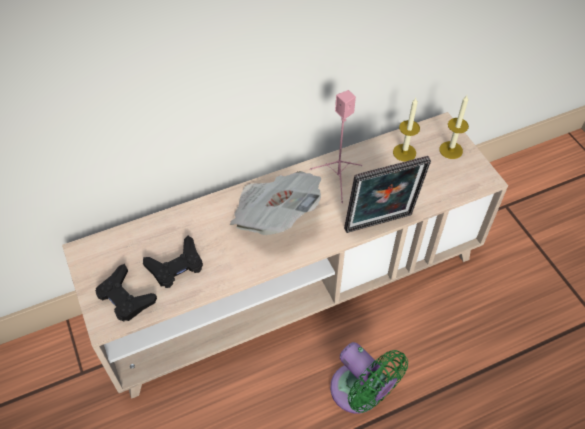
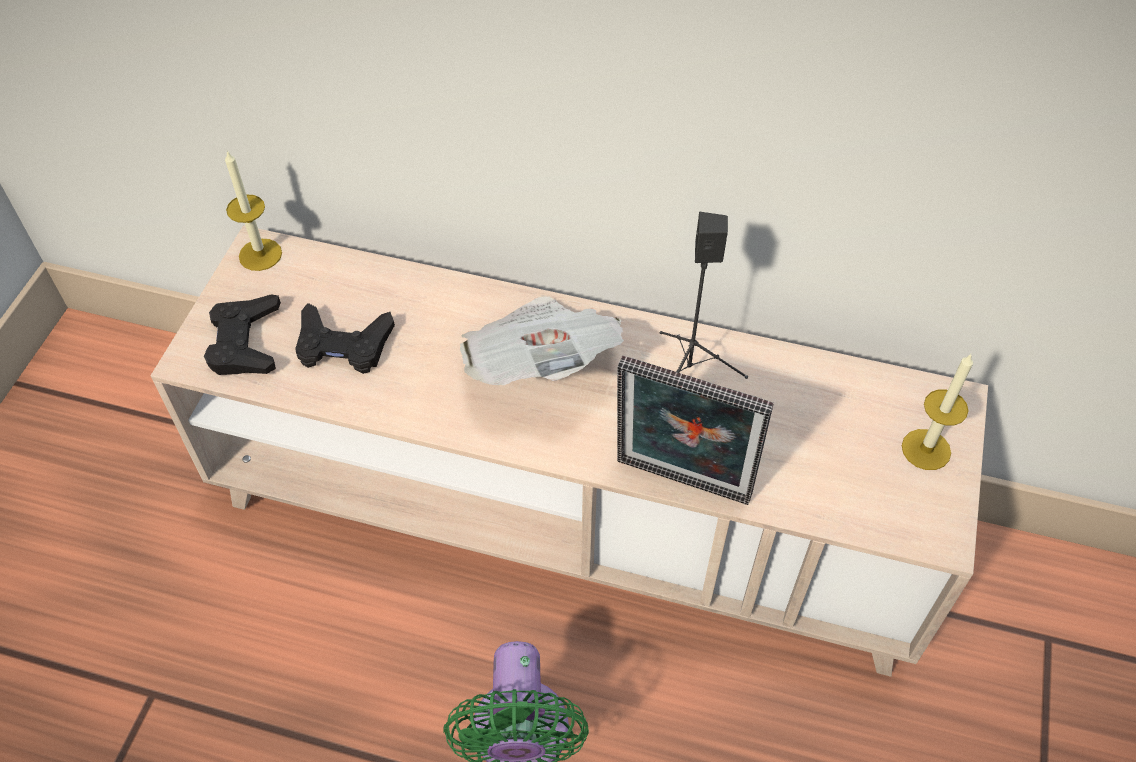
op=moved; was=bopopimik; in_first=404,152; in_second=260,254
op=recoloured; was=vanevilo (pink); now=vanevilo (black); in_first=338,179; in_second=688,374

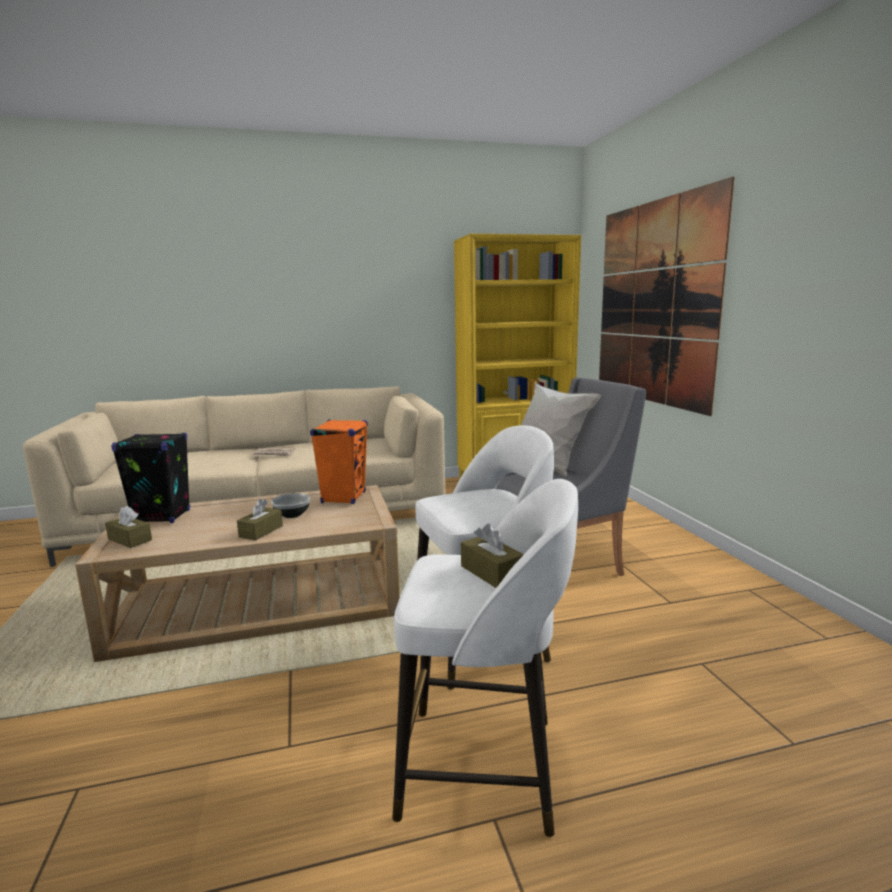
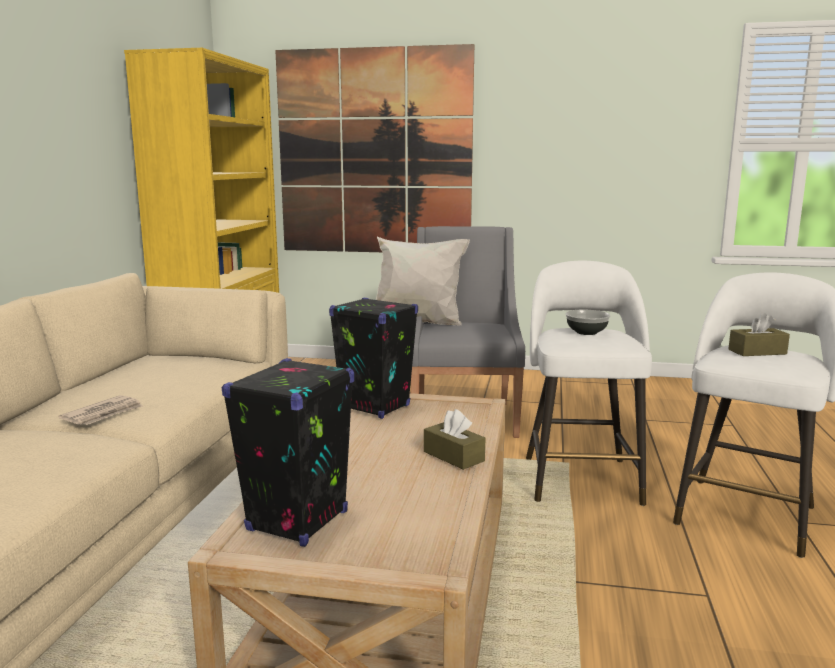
op=removed; was=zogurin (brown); in_first=130,540
op=moved; was=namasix; in_first=292,514; in_second=586,332
op=recoloured; was=vanevilo (orange); now=vanevilo (black); in_first=343,497; in_second=374,407

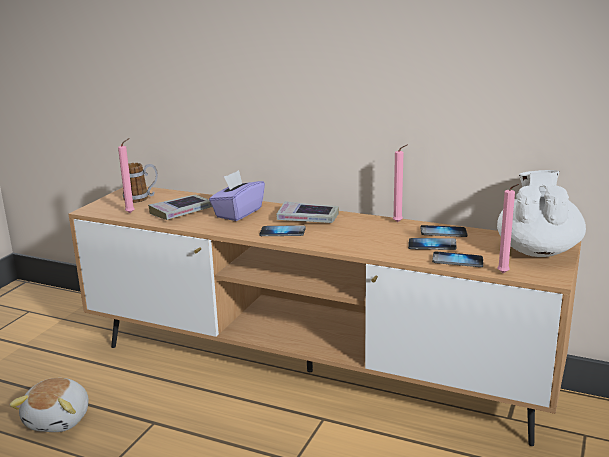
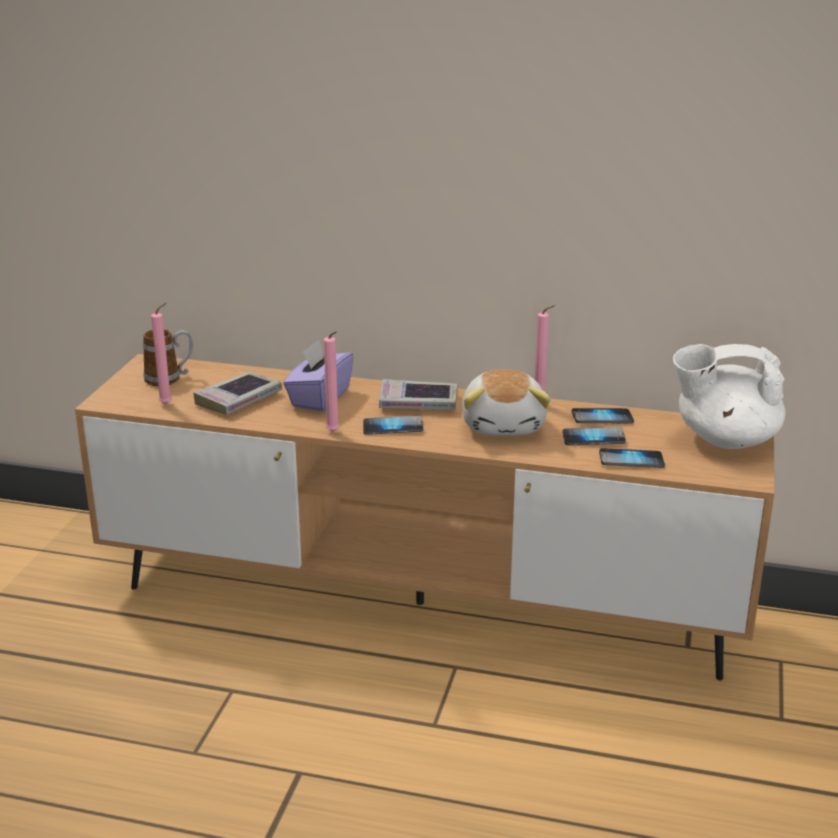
op=moved; was=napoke; in_first=59,419; in_second=504,425
op=moved; was=bopopimik (pink); in_first=504,274; in_second=334,433
op=turned; was=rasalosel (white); in_first=537,250; in_second=724,439; clockwise=-90

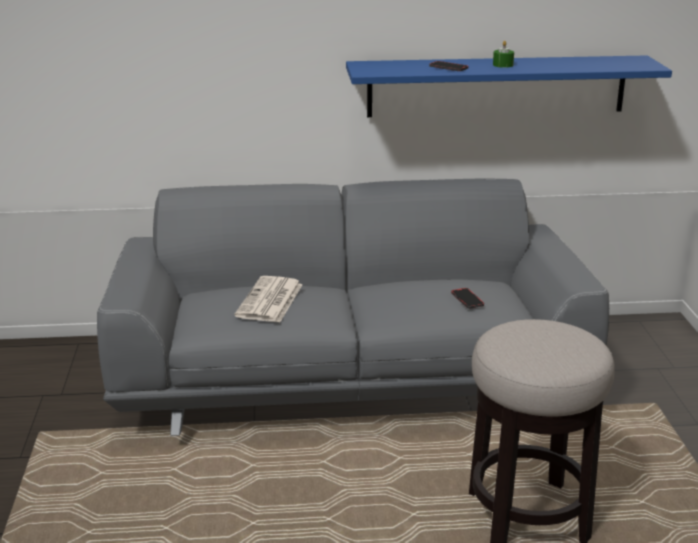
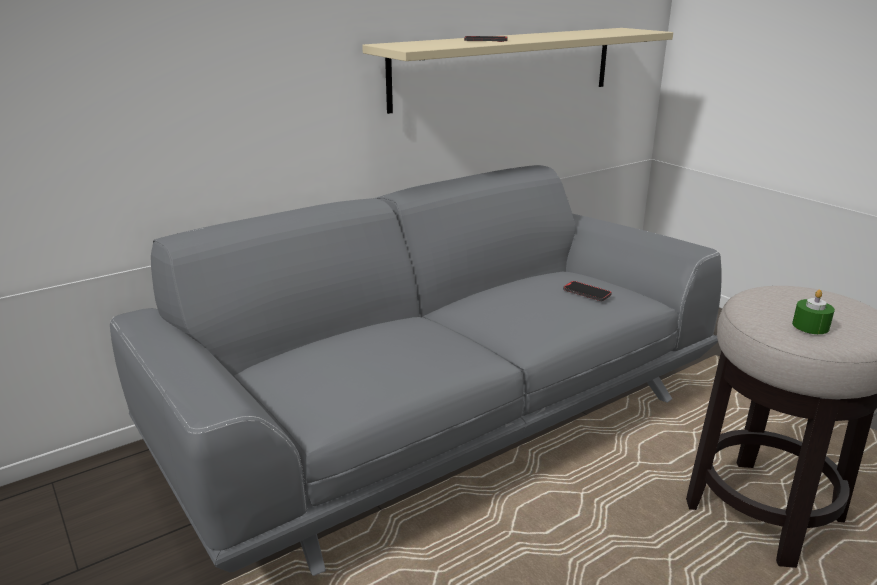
op=removed; was=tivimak; in_first=270,301
op=moved; was=bopopimik (green); in_first=503,65; in_second=810,326
op=recoloured; was=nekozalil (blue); now=nekozalil (beige); in_first=496,86; in_second=506,67

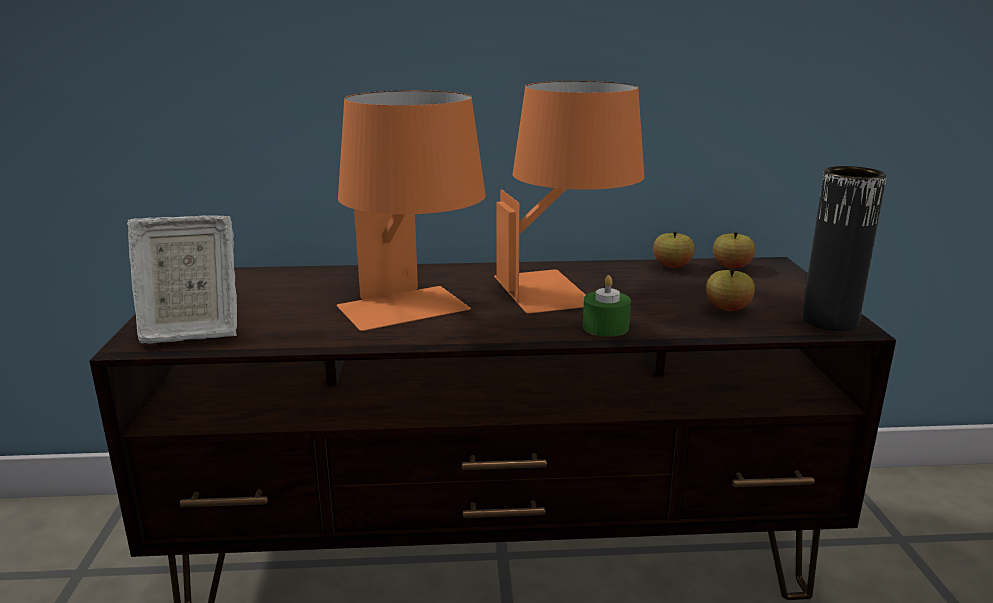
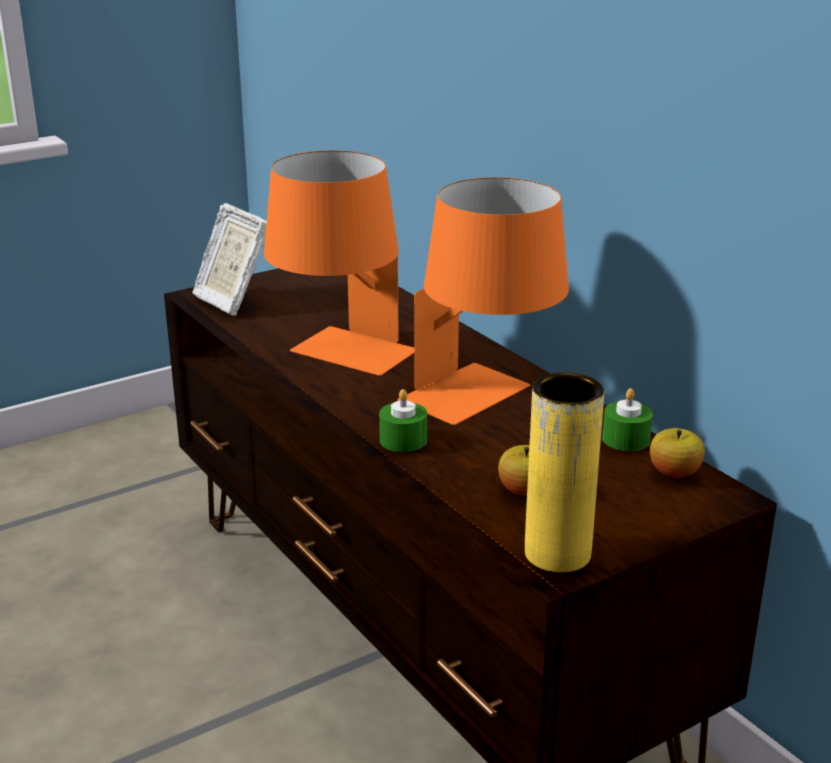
op=replaced; was=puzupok; now=bopopimik (green); in_first=672,266; in_second=626,439
op=recoloured; was=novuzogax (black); now=novuzogax (yellow); in_first=829,321; in_second=557,554

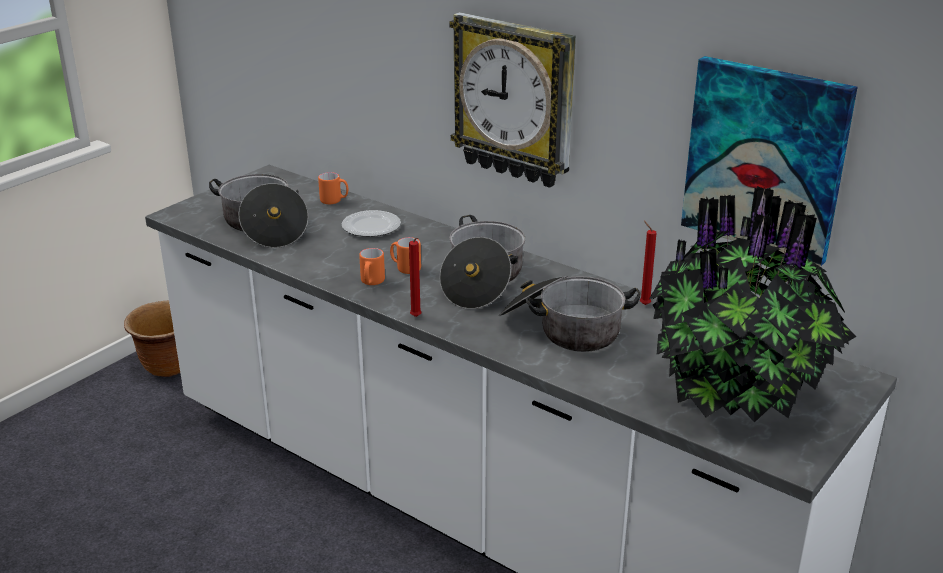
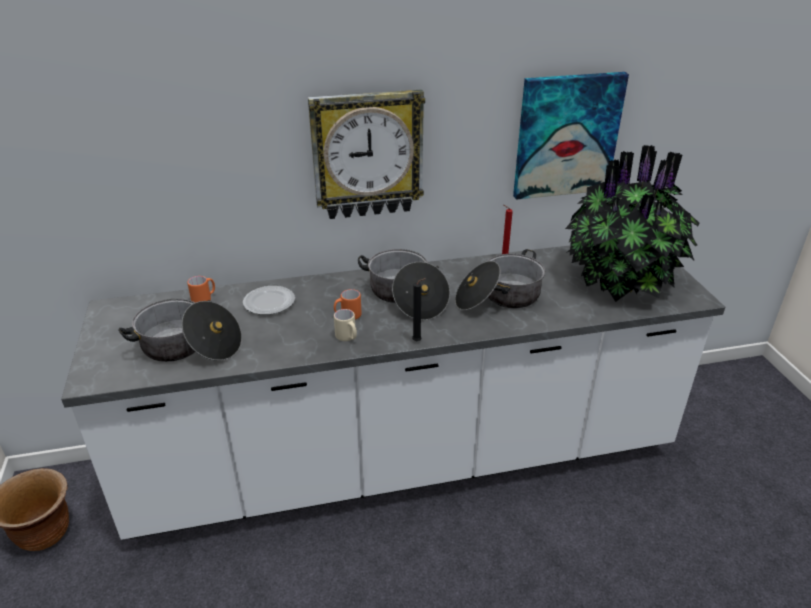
op=recoloured; was=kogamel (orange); now=kogamel (beige); in_first=371,283; in_second=347,338
op=recoloured; was=bopopimik (red); now=bopopimik (black); in_first=416,317; in_second=418,341

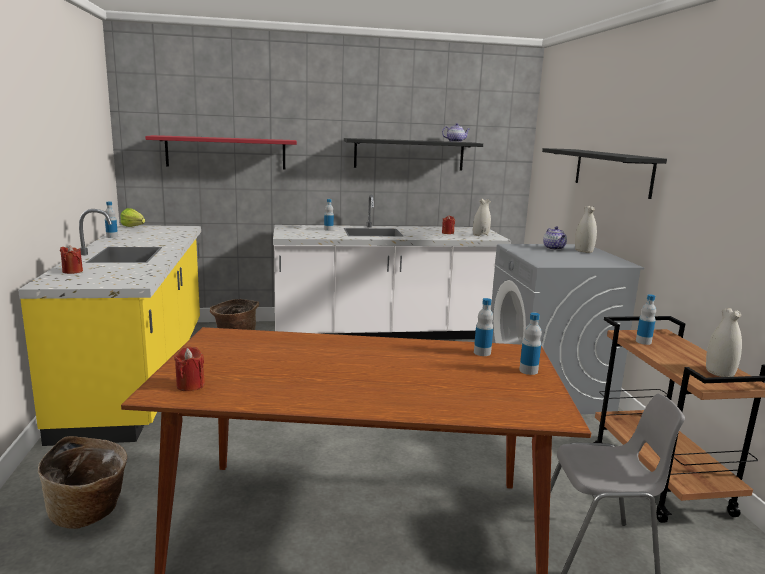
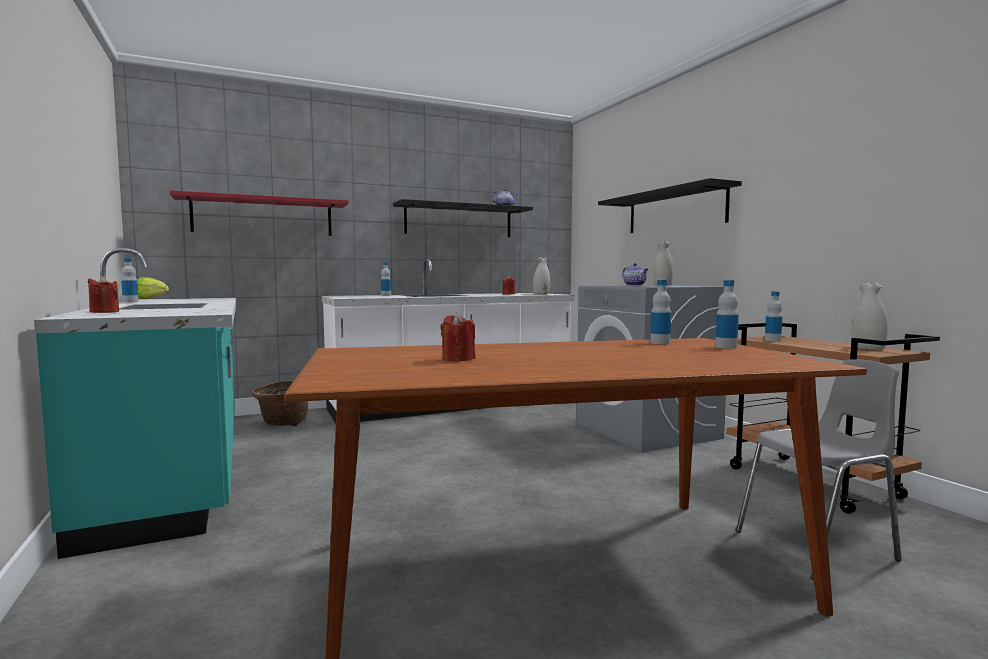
op=removed; was=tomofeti; in_first=89,512
op=moved; was=bopopimik (red); in_first=190,385; in_second=458,359
op=recoloured; was=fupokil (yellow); now=fupokil (turquoise); in_first=141,373; in_second=178,467

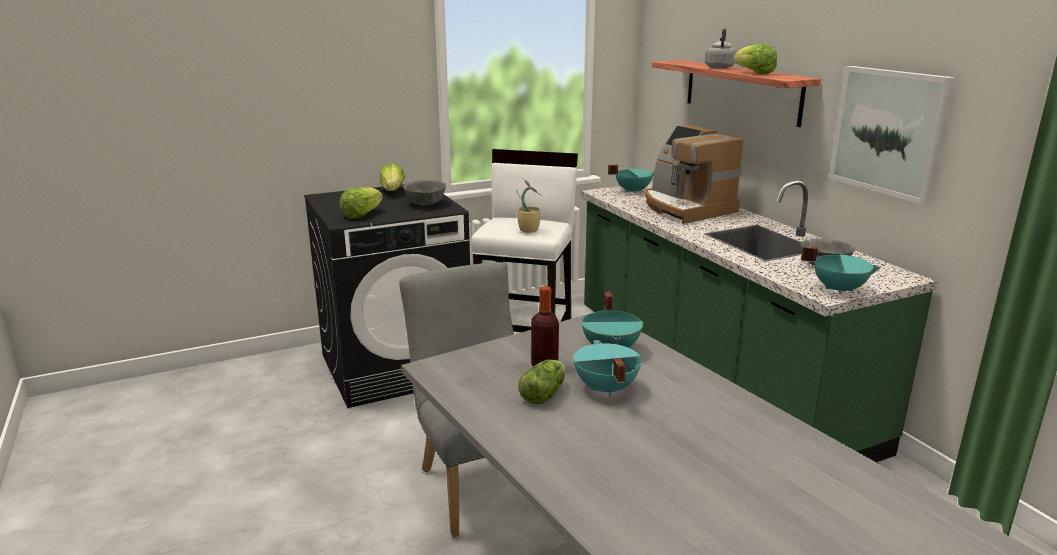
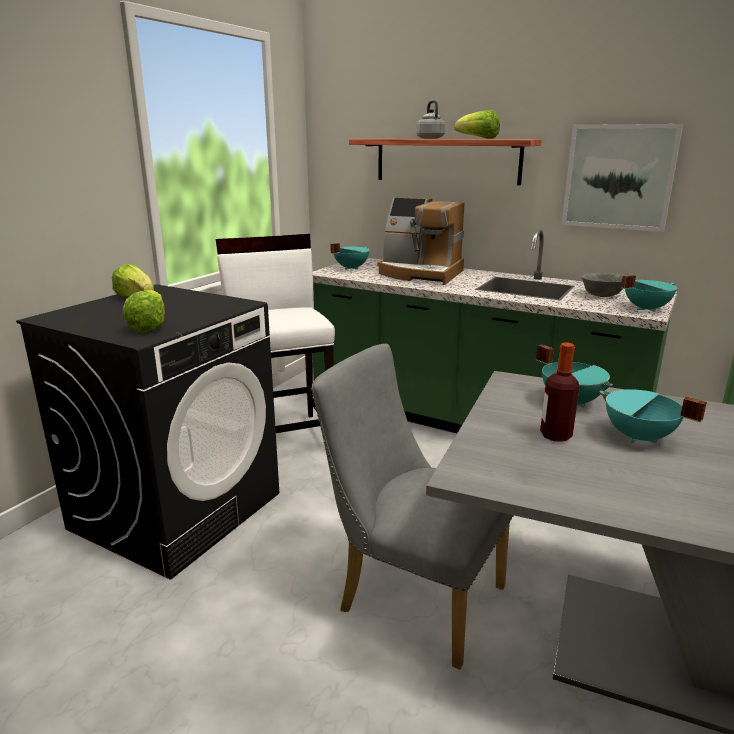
op=removed; was=namasix (grey); in_first=426,204
op=removed; was=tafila; in_first=529,230
op=removed; was=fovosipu; in_first=545,393

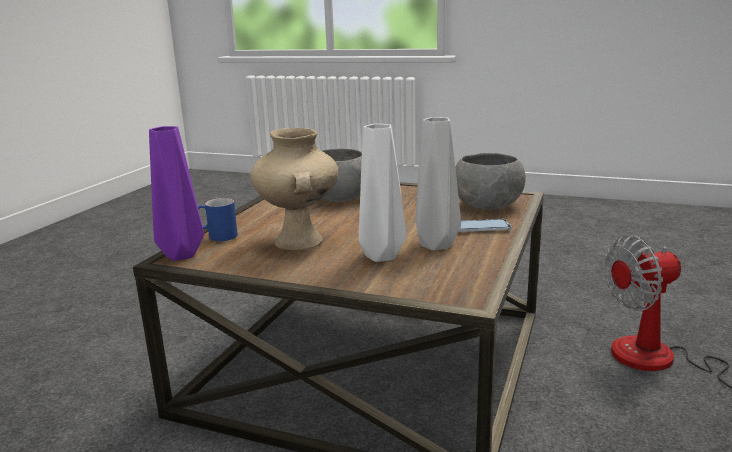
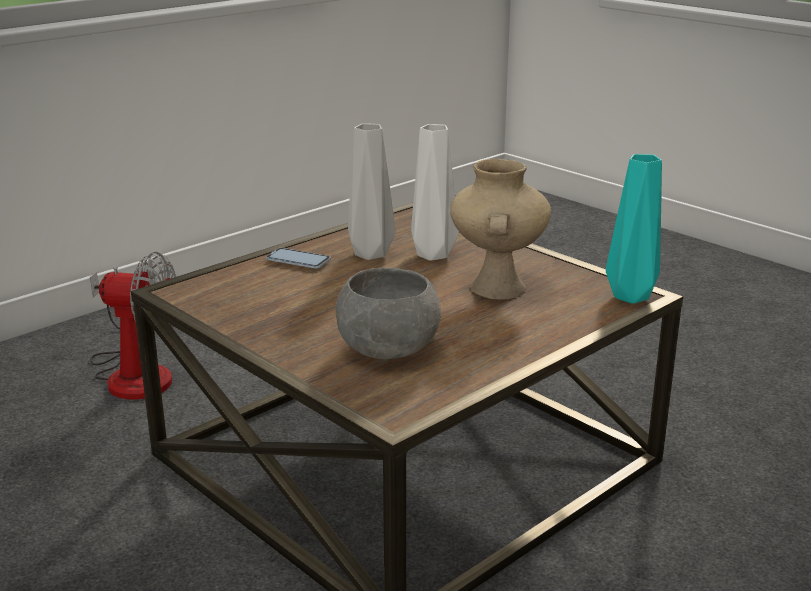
op=removed; was=kogamel (blue); in_first=216,236
op=removed; was=namasix (grey); in_first=488,206
op=recoloured; was=novuzogax (purple); now=novuzogax (turquoise); in_first=179,255; in_second=633,296

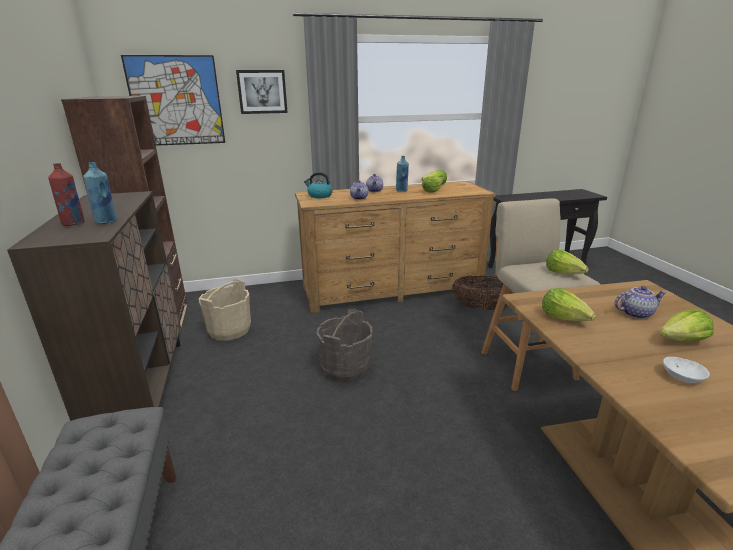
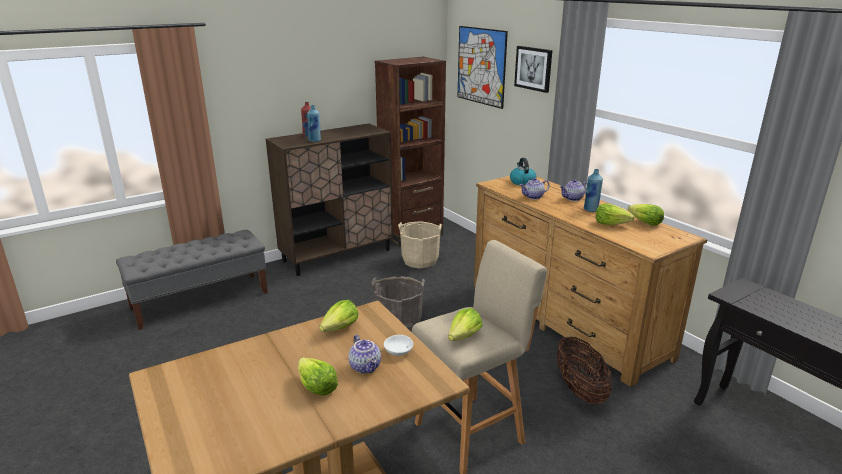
op=moved; was=namasix (white); in_first=681,377; in_second=397,351

